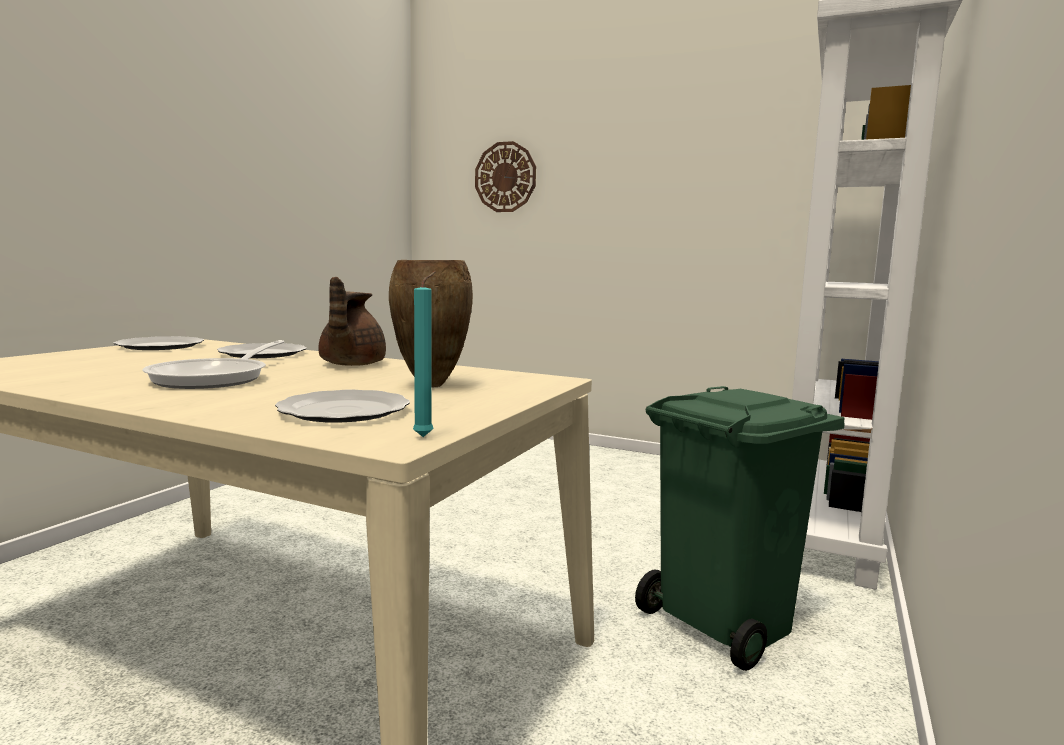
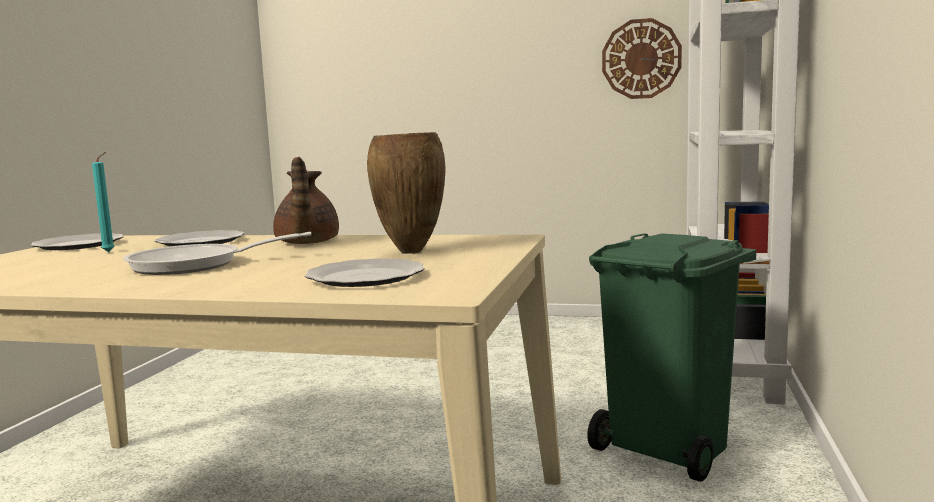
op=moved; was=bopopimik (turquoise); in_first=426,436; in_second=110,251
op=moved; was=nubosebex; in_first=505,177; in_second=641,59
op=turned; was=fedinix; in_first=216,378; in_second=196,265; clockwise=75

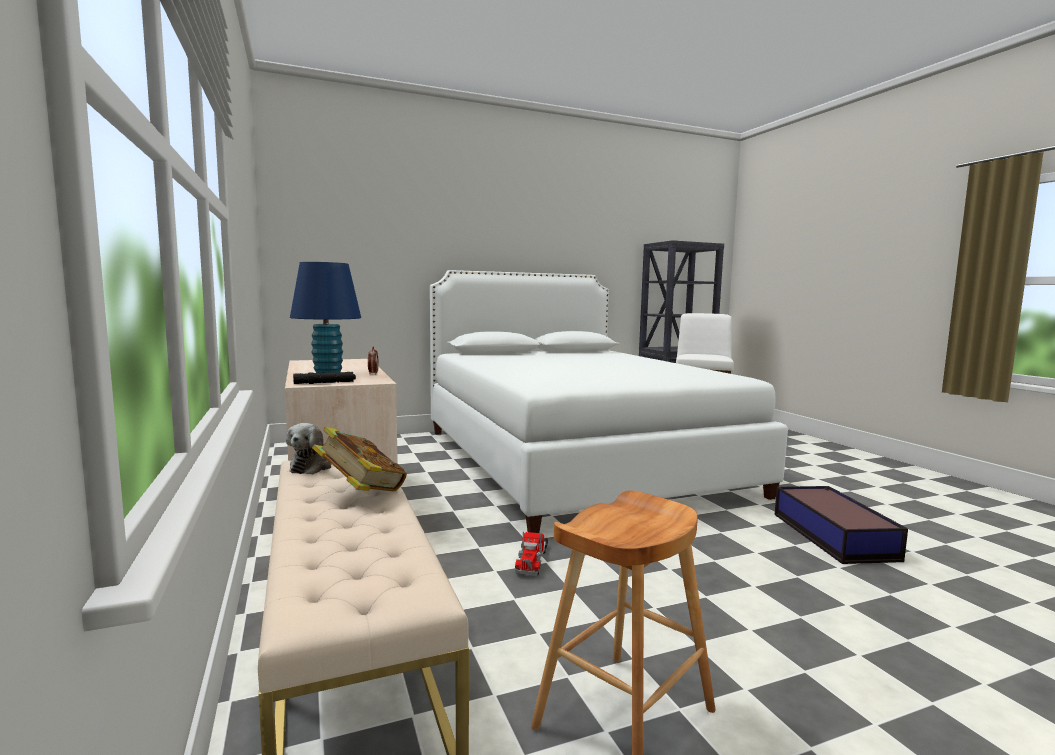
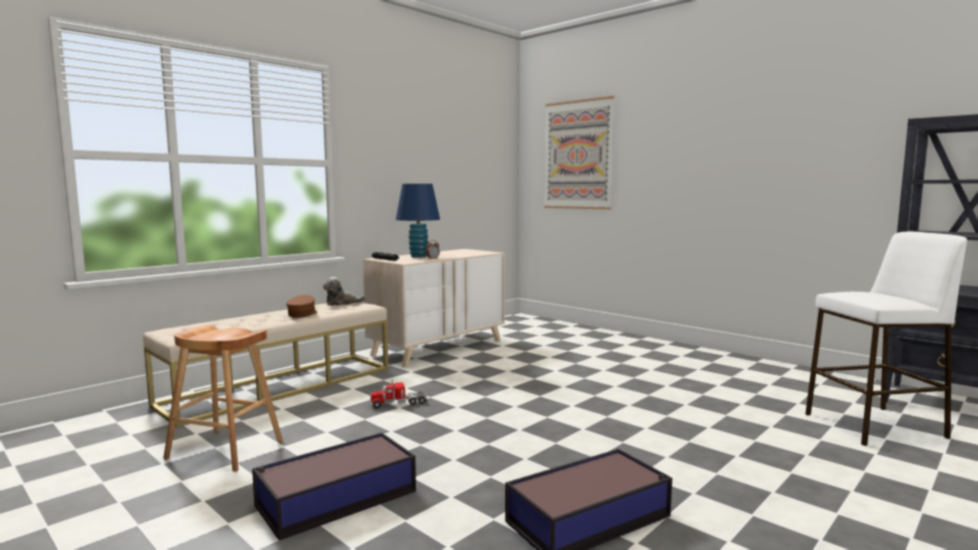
op=removed; was=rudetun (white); in_first=574,460
op=added; now=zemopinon; in_second=334,498
op=added; now=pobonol; in_second=578,155
op=replaced; was=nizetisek; now=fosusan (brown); in_first=361,492; in_second=302,314

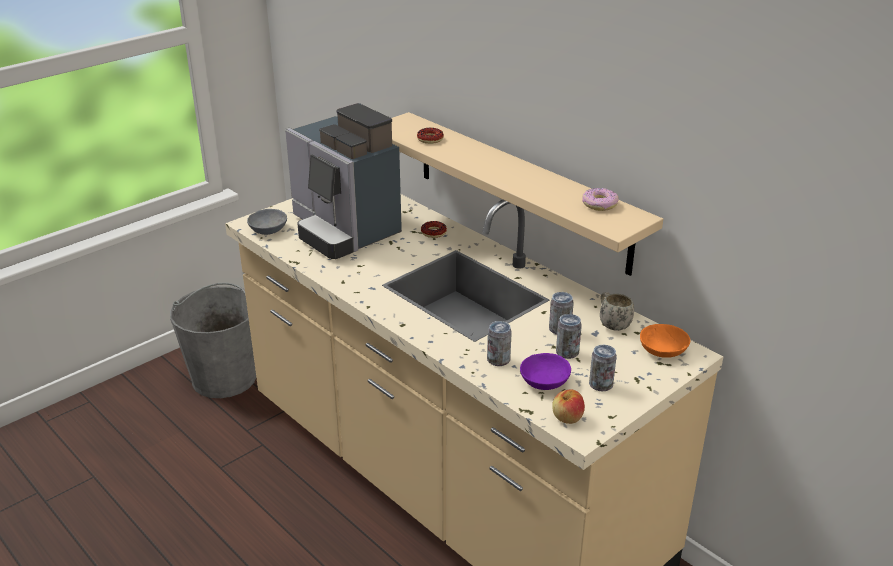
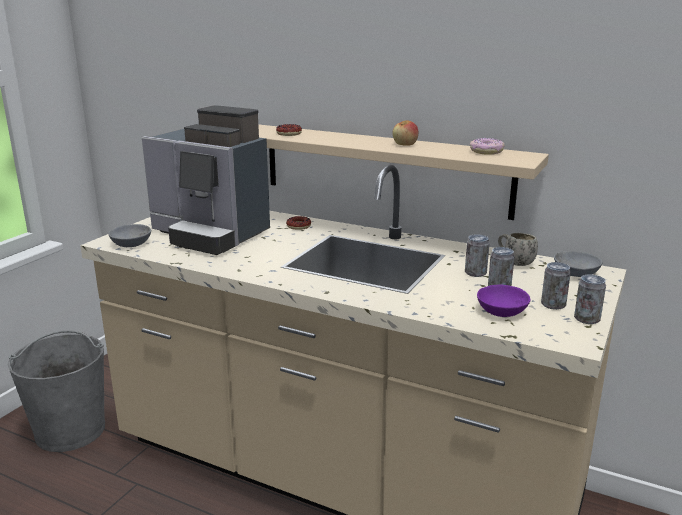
op=moved; was=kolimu; in_first=498,360; in_second=587,319
op=moved; was=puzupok; in_first=567,418; in_second=405,144
op=recoloured; was=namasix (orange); now=namasix (grey); in_first=663,351; in_second=576,273

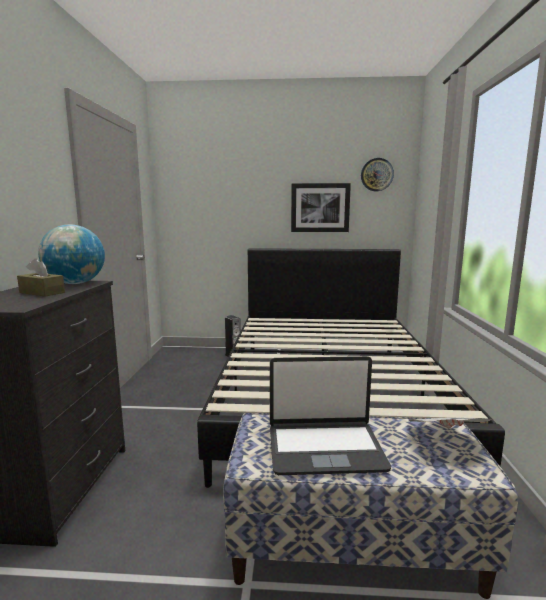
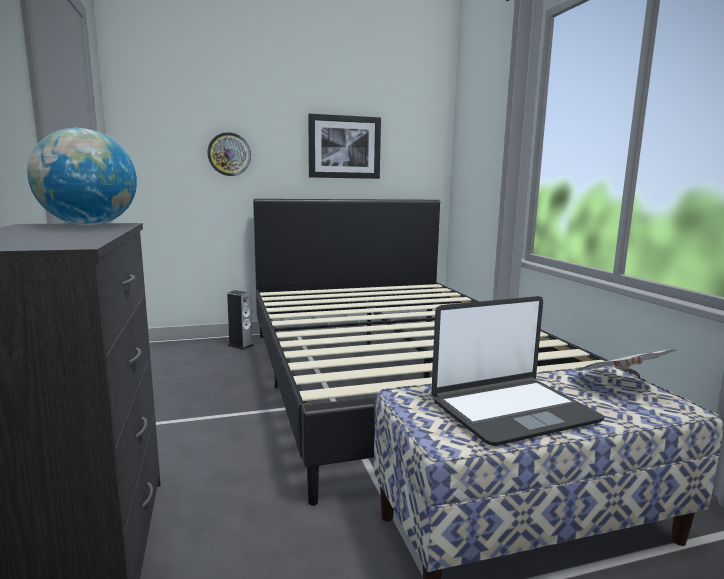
op=removed; was=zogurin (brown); in_first=42,292
op=moved; was=nubosebex; in_first=377,174; in_second=229,154

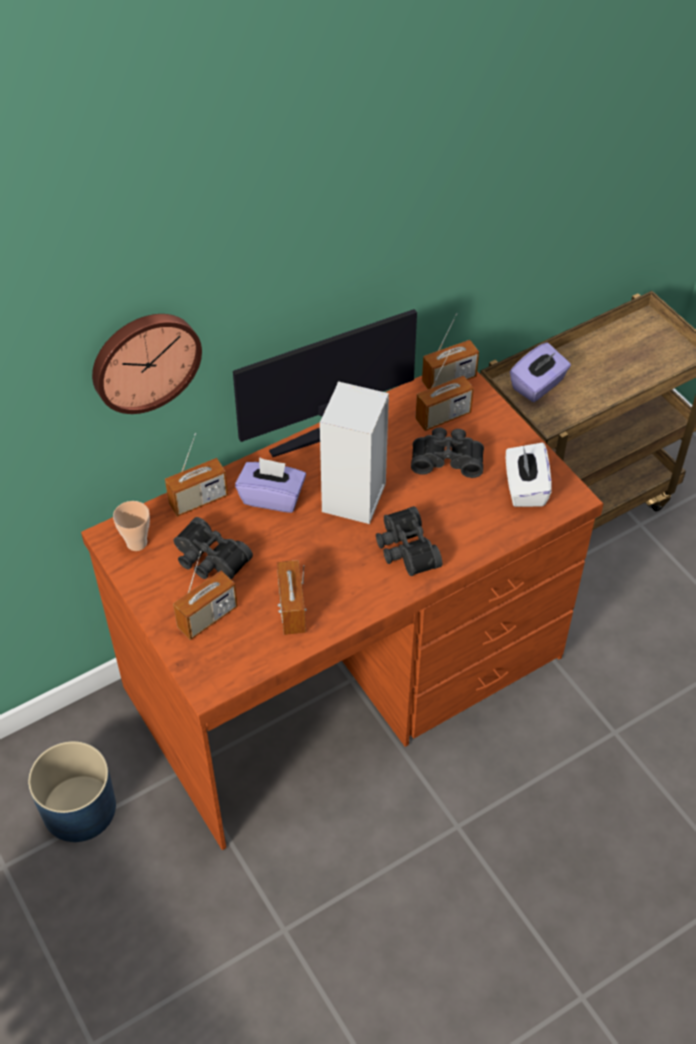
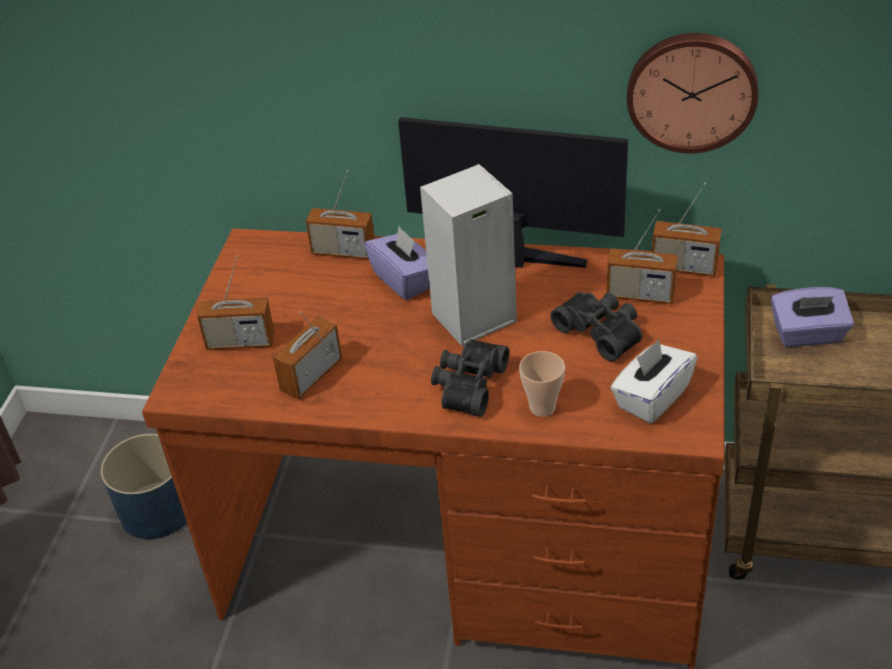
op=removed; was=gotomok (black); in_first=208,560
op=moved; was=nubosebex; in_first=144,360; in_second=692,90
op=moved; was=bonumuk; in_first=137,543; in_second=542,407

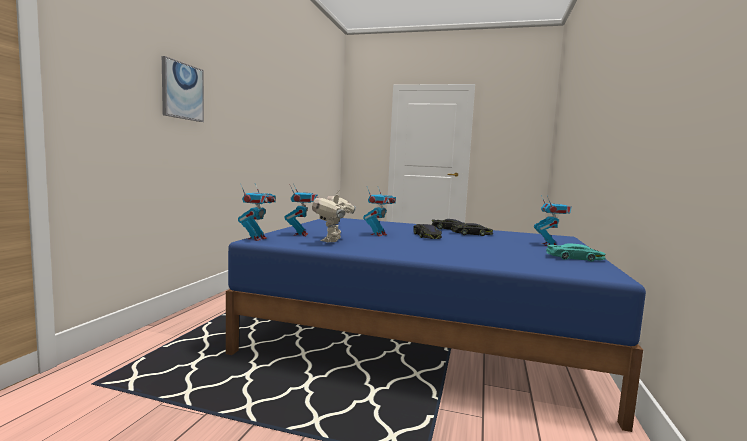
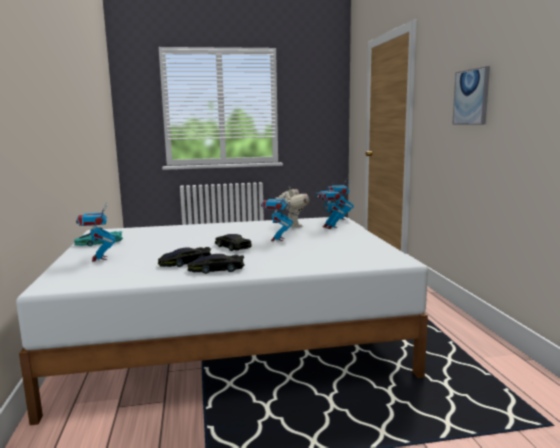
op=recoloured; was=rudetun (blue); now=rudetun (white); in_first=423,335; in_second=231,338

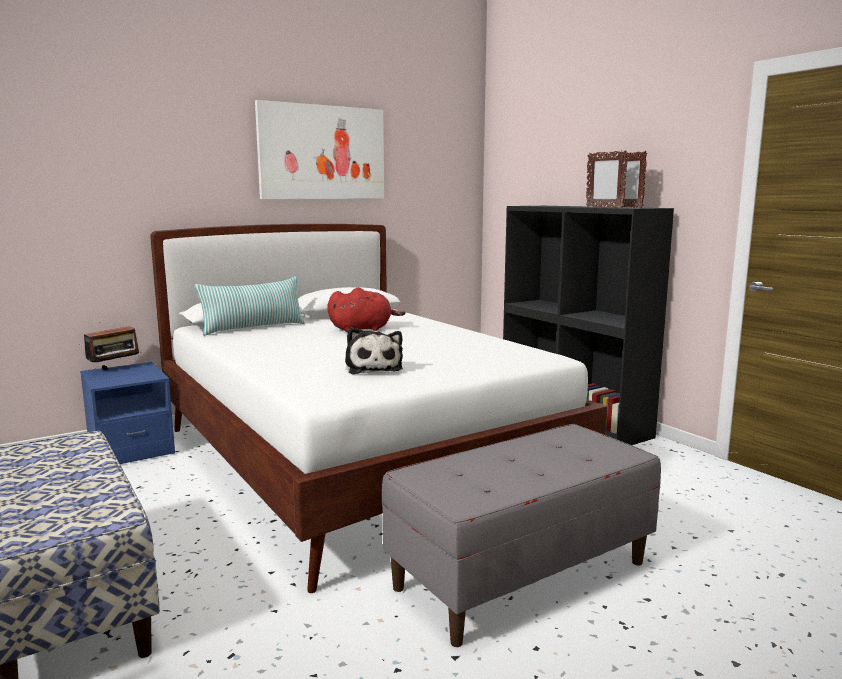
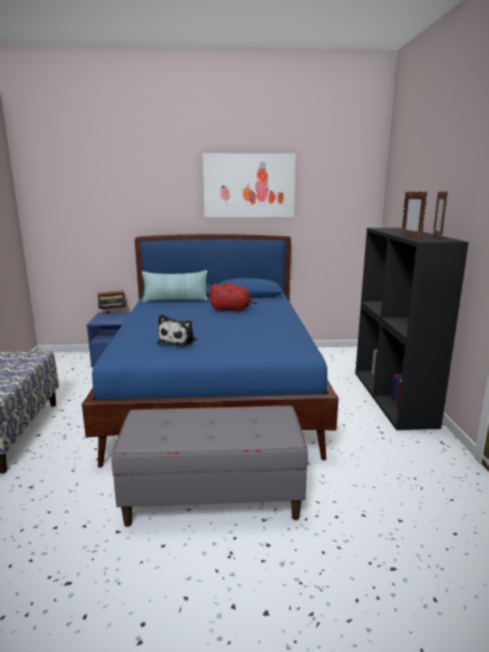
op=recoloured; was=rudetun (white); now=rudetun (blue); in_first=357,459; in_second=215,393

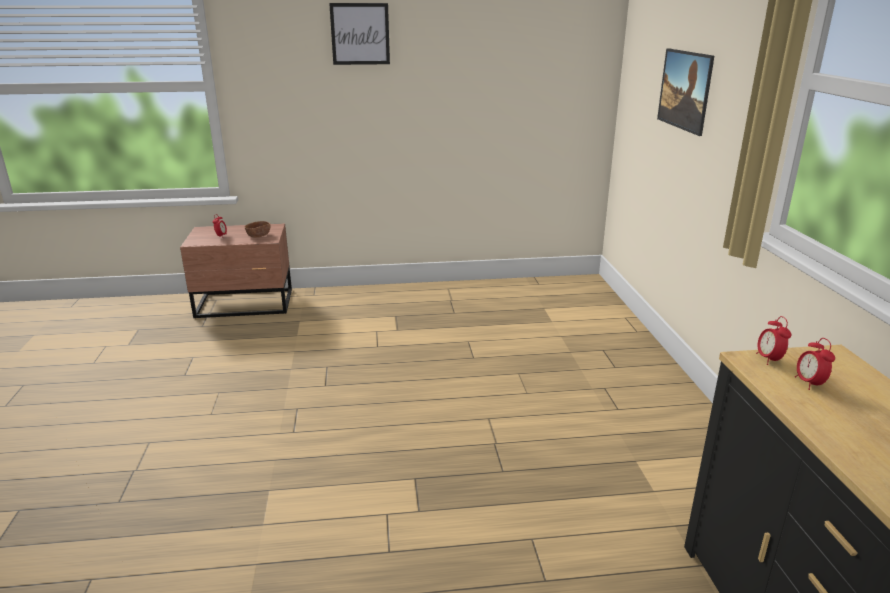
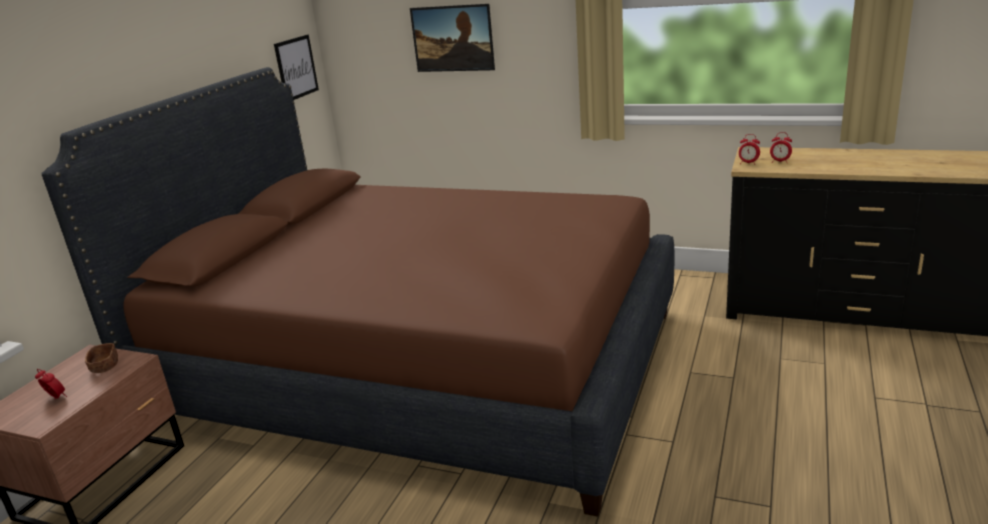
op=added; now=rudetun (brown); in_second=419,366
op=moved; was=pobonol; in_first=360,34; in_second=296,68

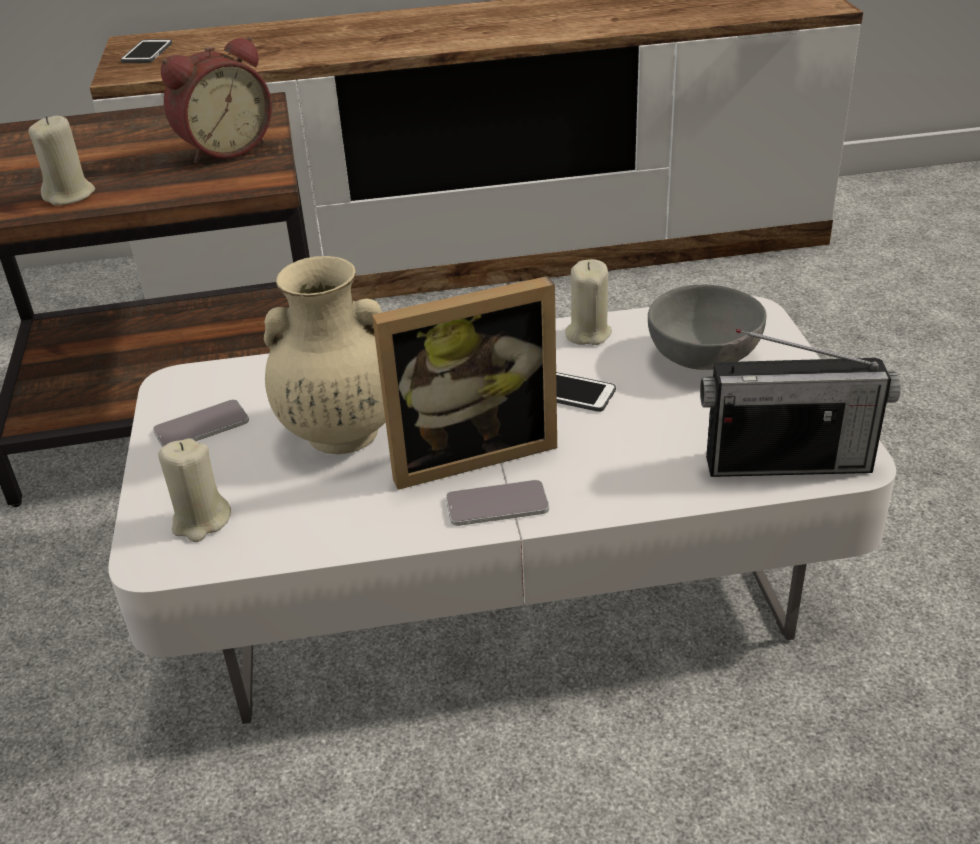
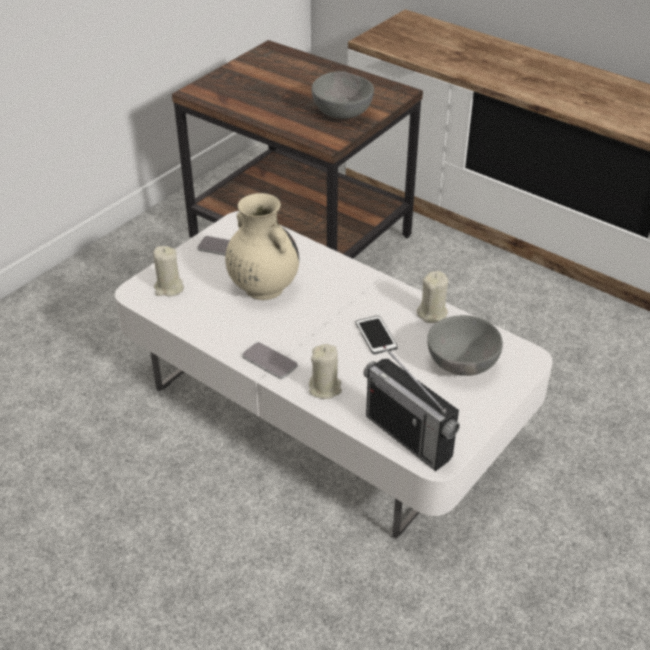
op=removed; was=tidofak; in_first=147,53
op=removed; was=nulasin; in_first=469,452
op=moved; was=bopopimik (beige); in_first=70,195; in_second=325,388
op=replaced; was=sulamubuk; now=namasix (grey); in_first=224,149; in_second=343,112

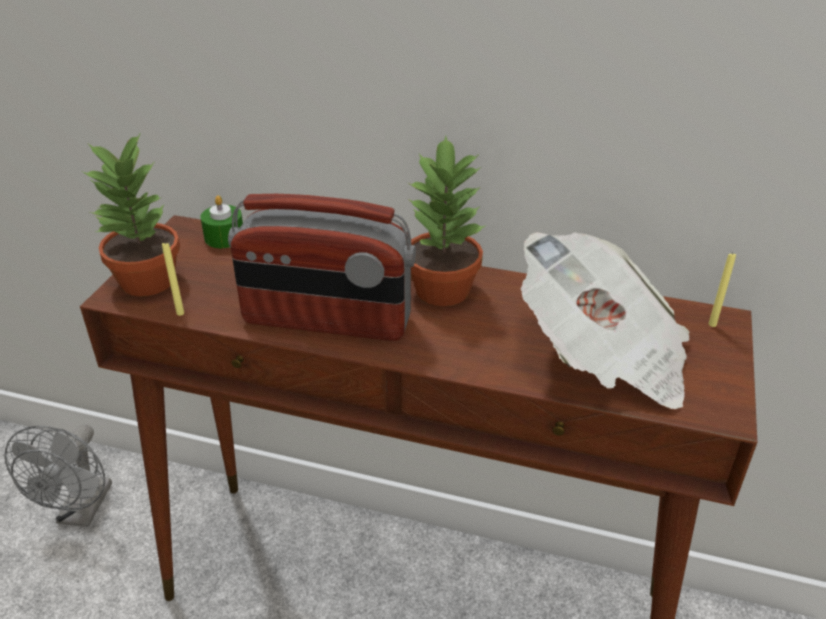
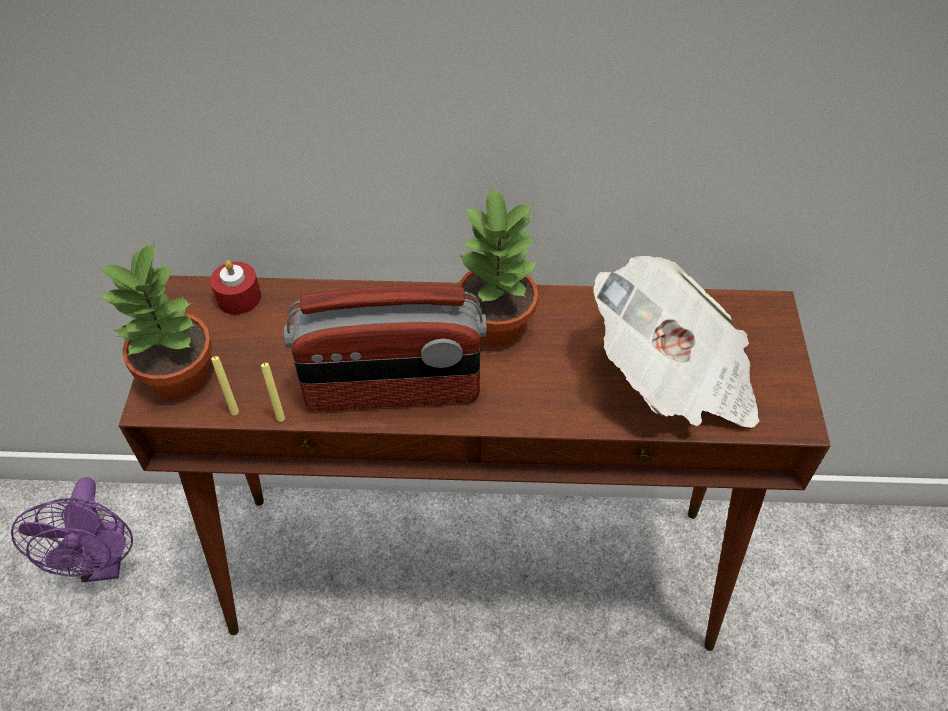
op=moved; was=bopopimik (yellow); in_first=712,324; in_second=280,418
op=recoloured; was=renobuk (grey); now=renobuk (purple); in_first=82,512; in_second=104,563
op=recoloured; was=bopopimik (green); now=bopopimik (red); in_first=224,237; in_second=239,297

